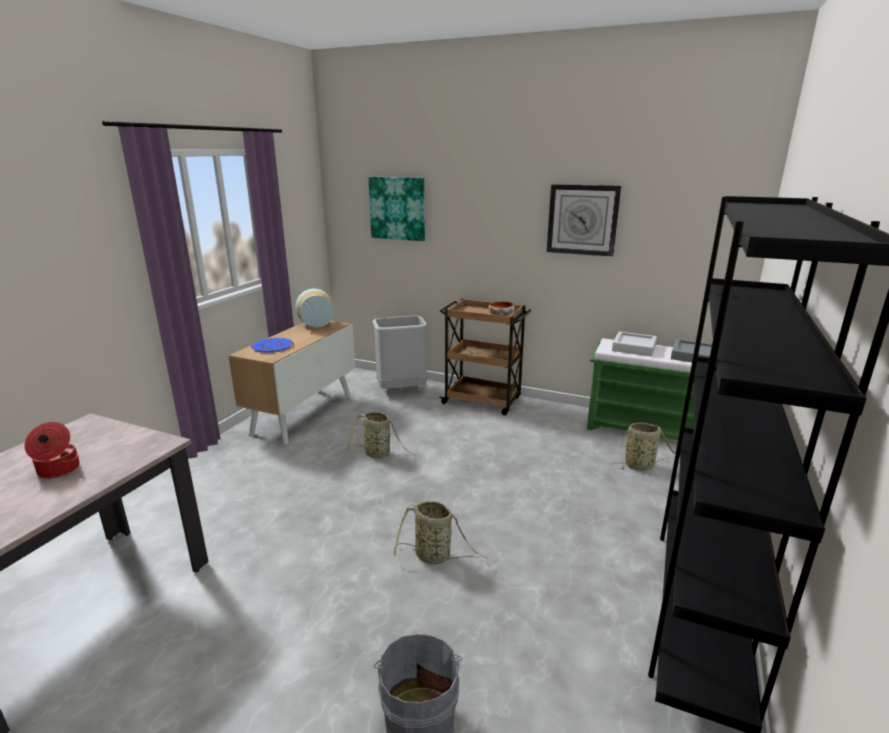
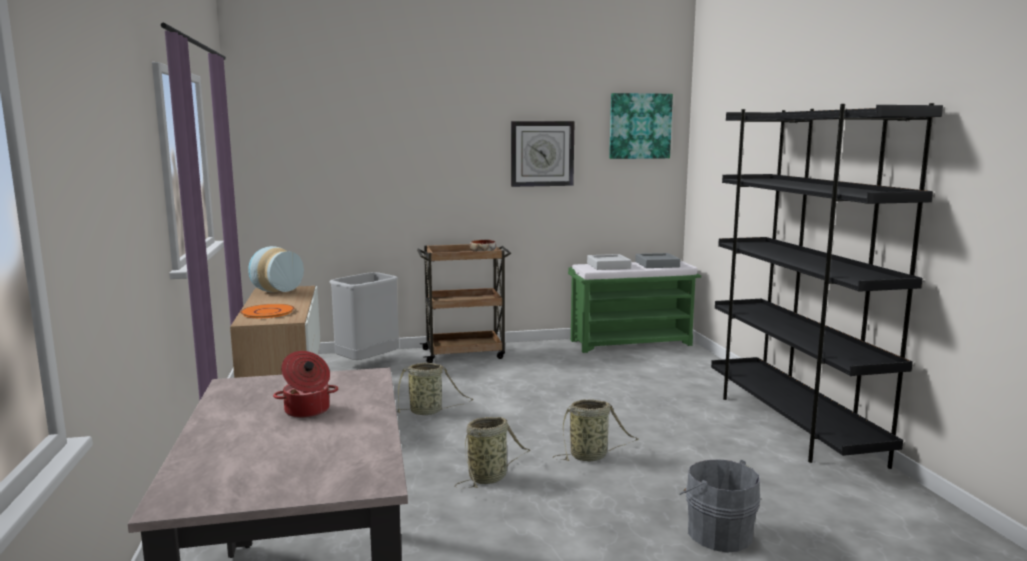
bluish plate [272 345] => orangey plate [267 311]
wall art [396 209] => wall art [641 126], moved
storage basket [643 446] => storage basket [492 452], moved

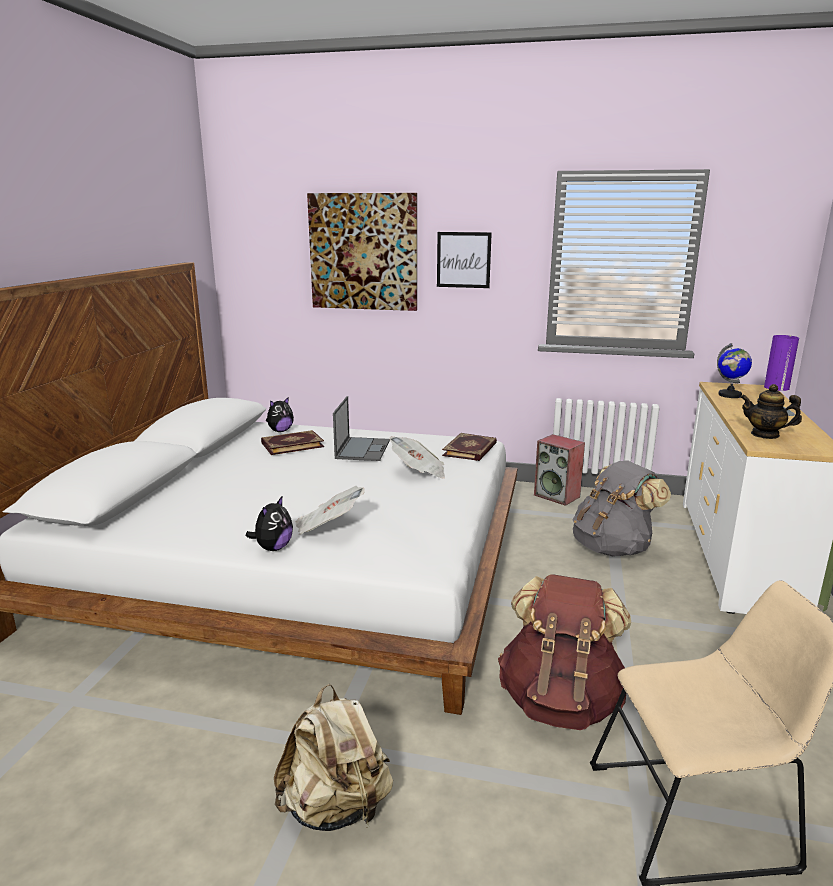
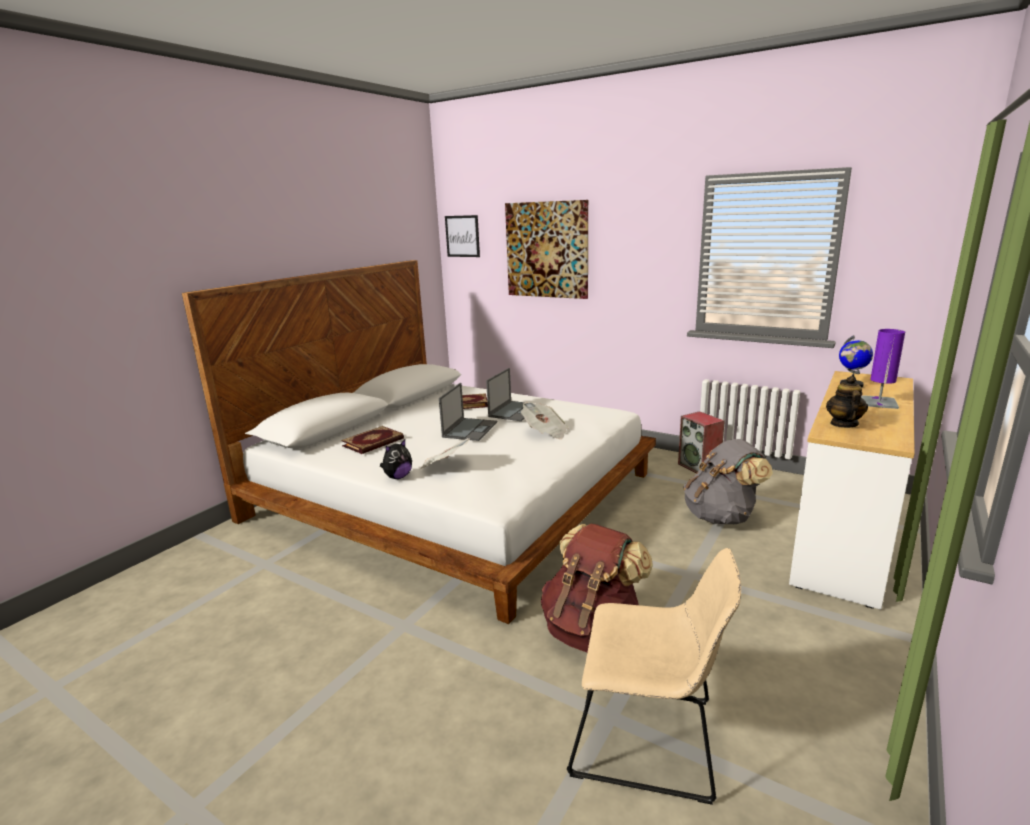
soft toy [280 414] => nothing
beige rucksack [333 757] => nothing
wall art [464 260] => wall art [462 236], moved
bound book [469 447] => bound book [372 440], moved
pot for tea [771 411] => pot for tea [847 402], 60 degrees clockwise
nothing => laptop [468 412]

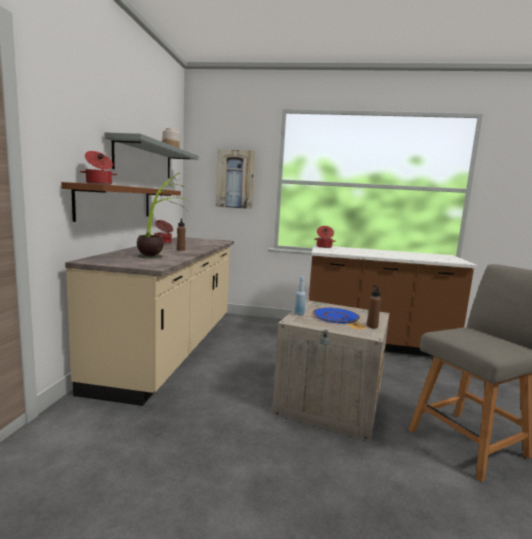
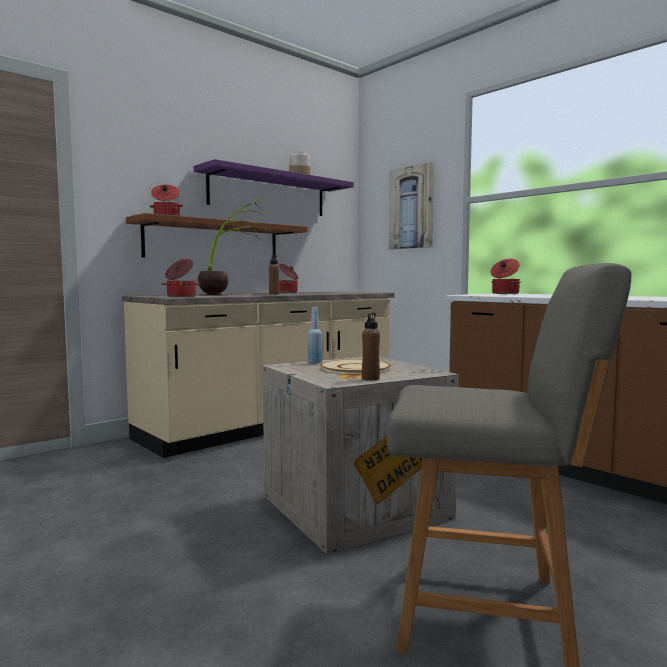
greyish bracket shelf [151 155] => purplish bracket shelf [274 187]
bluish plate [336 316] => beige plate [355 366]
nothing => cooking pot [181 277]

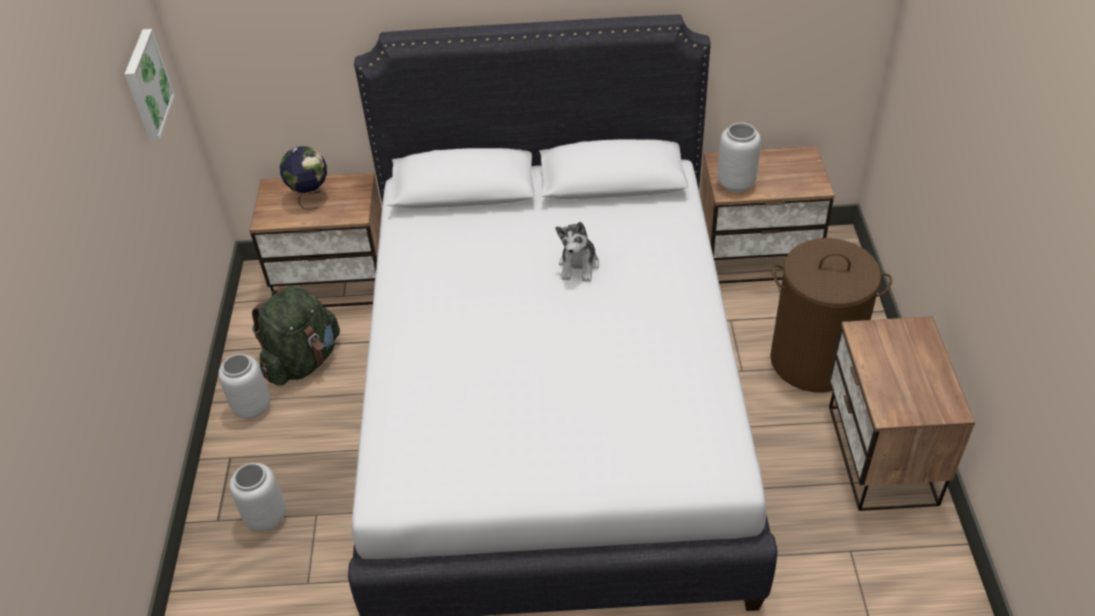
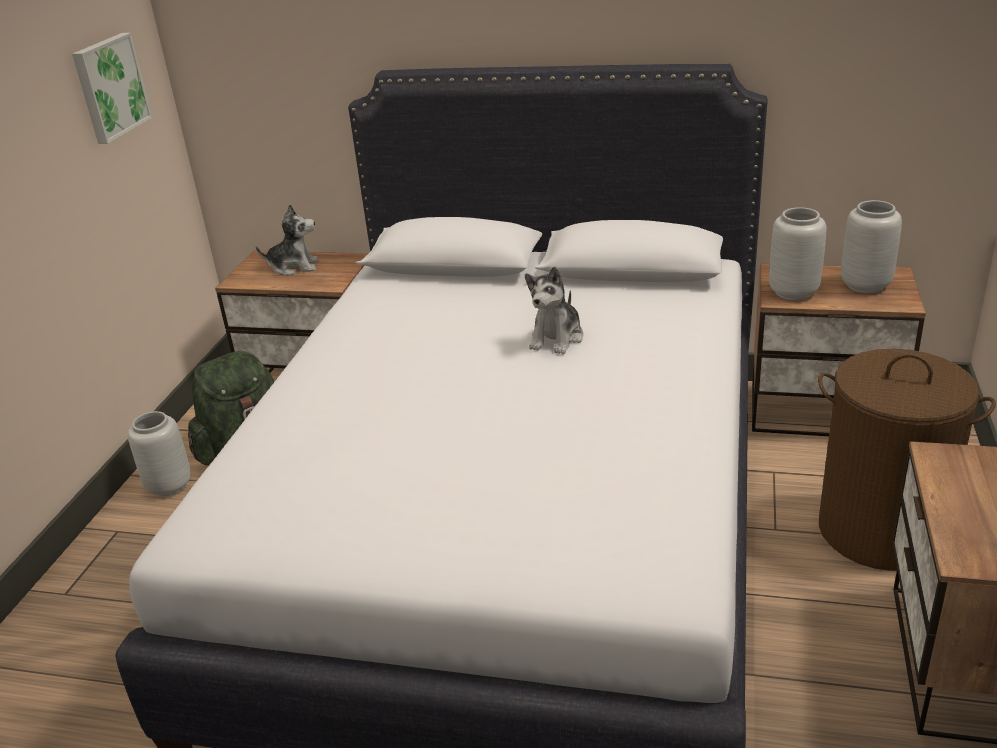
greyish decorative vase [257 497] => greyish decorative vase [871 246], moved
desk globe [303 178] => soft toy [287 240]

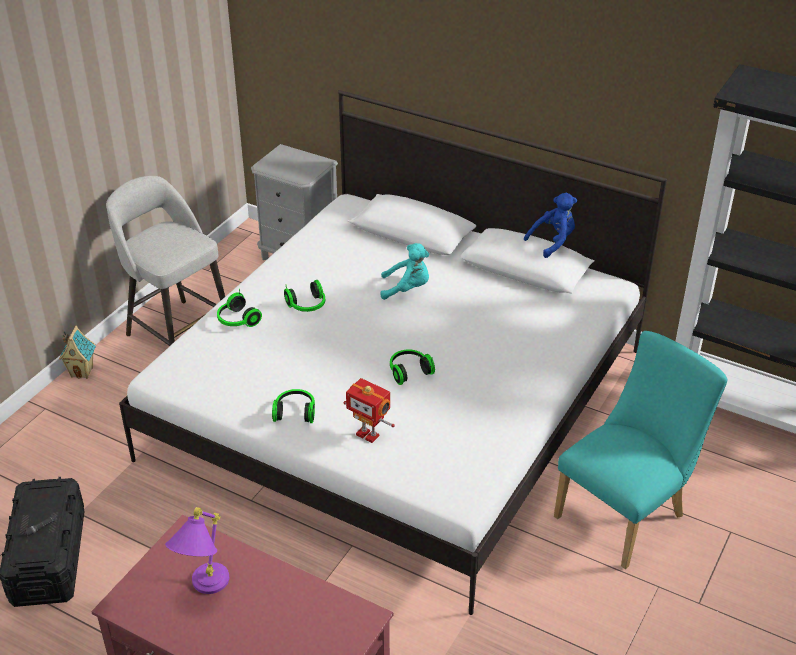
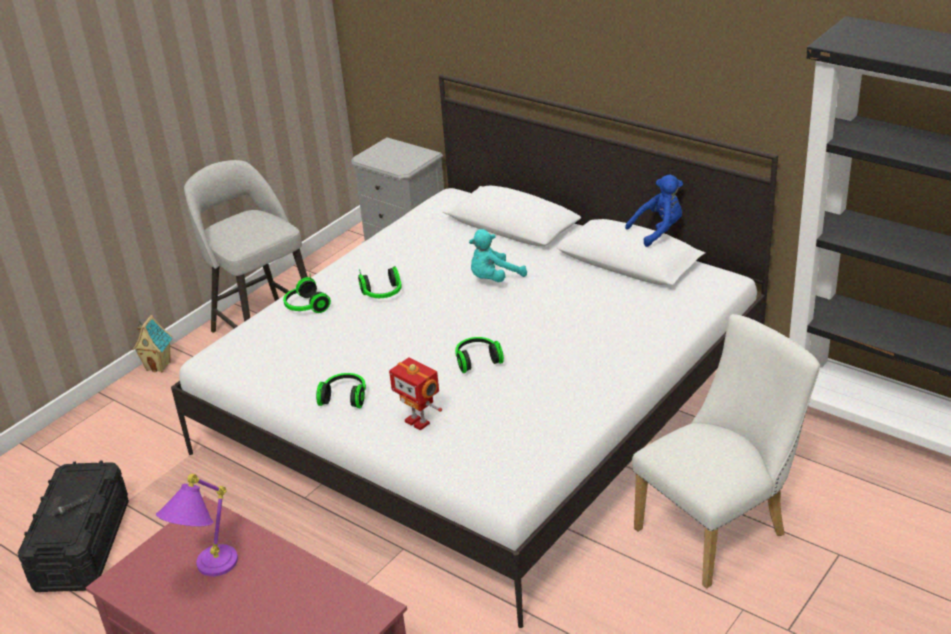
blue-green soft toy [404 271] => blue-green soft toy [498 255], 135 degrees clockwise
blue-green plain chair [640 450] => white plain chair [726 451]

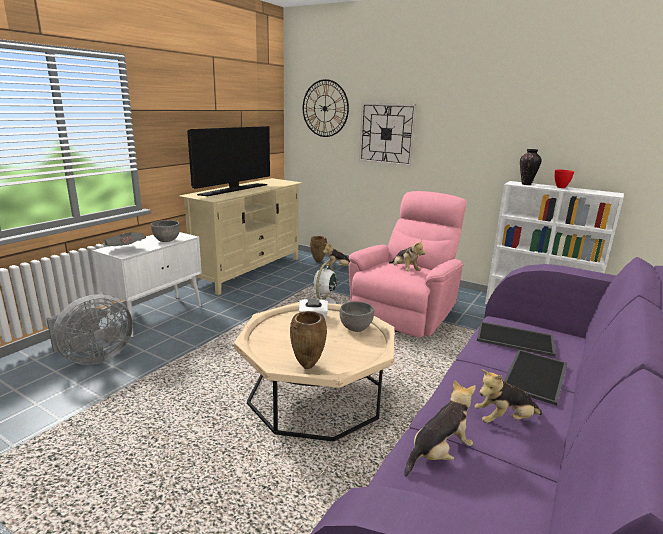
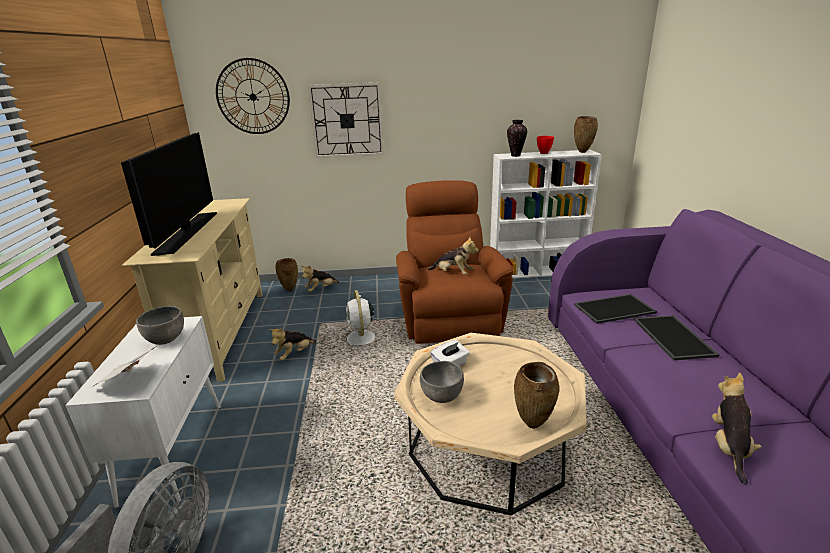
greyish serving bowl [356 316] => greyish serving bowl [442 382], moved
pink-coloured easy chair [408 264] => brown-coloured easy chair [455 262]
soft toy [508 396] => soft toy [292 344], moved
nothing => brown-coloured decorative vase [586 134]

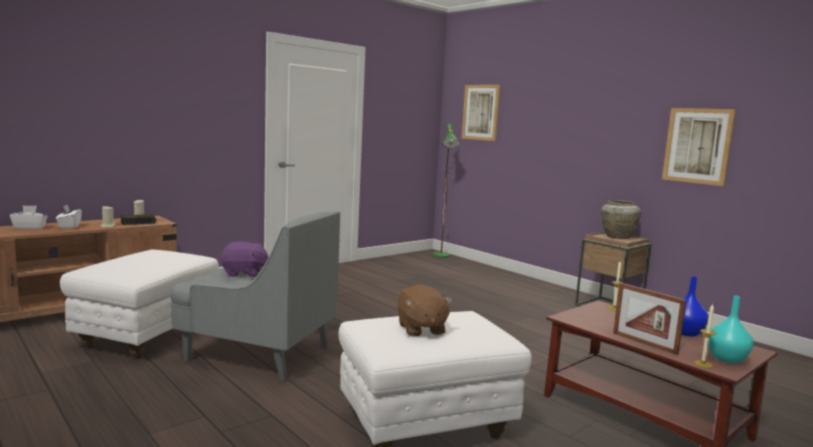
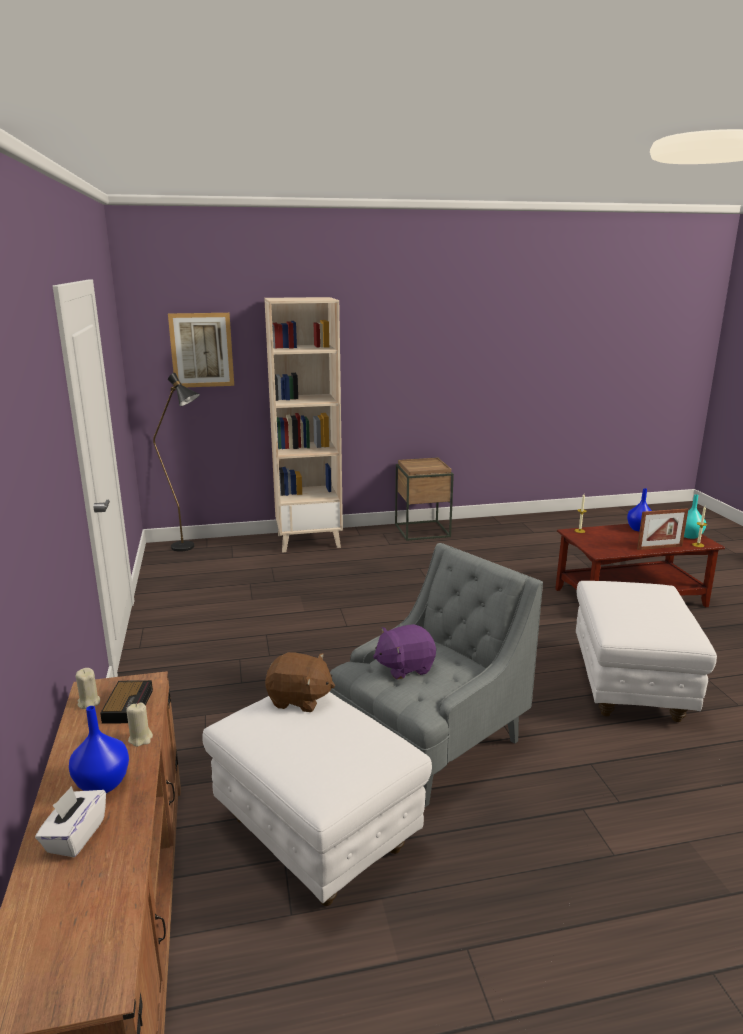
white tissue box [69 217] => bluish decorative vase [99 749]
purplish soft toy [244 259] => purplish soft toy [404 651], 135 degrees counterclockwise
brown-coloured soft toy [425 310] => brown-coloured soft toy [300 682], moved
greenish floor lamp [446 191] => black floor lamp [176 462]
beige decorative vase [621 219] => nothing
wall art [699 147] => nothing
nothing => beige bookcase [303 425]

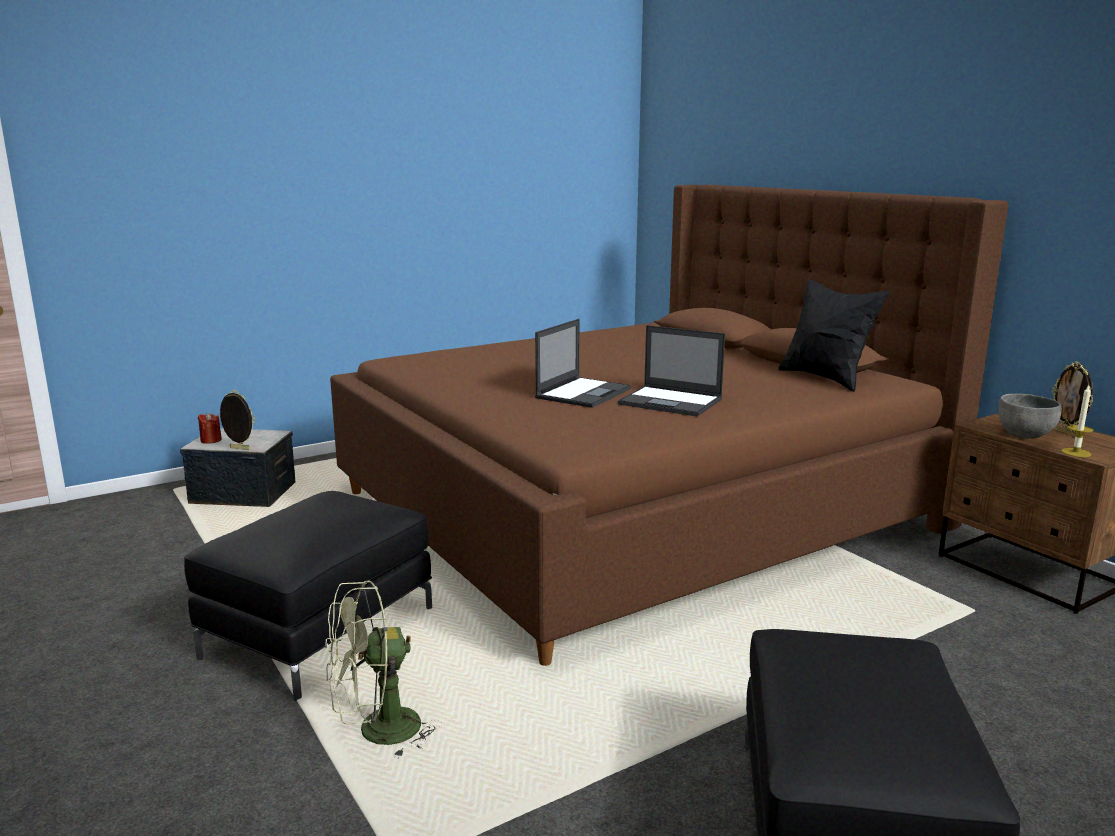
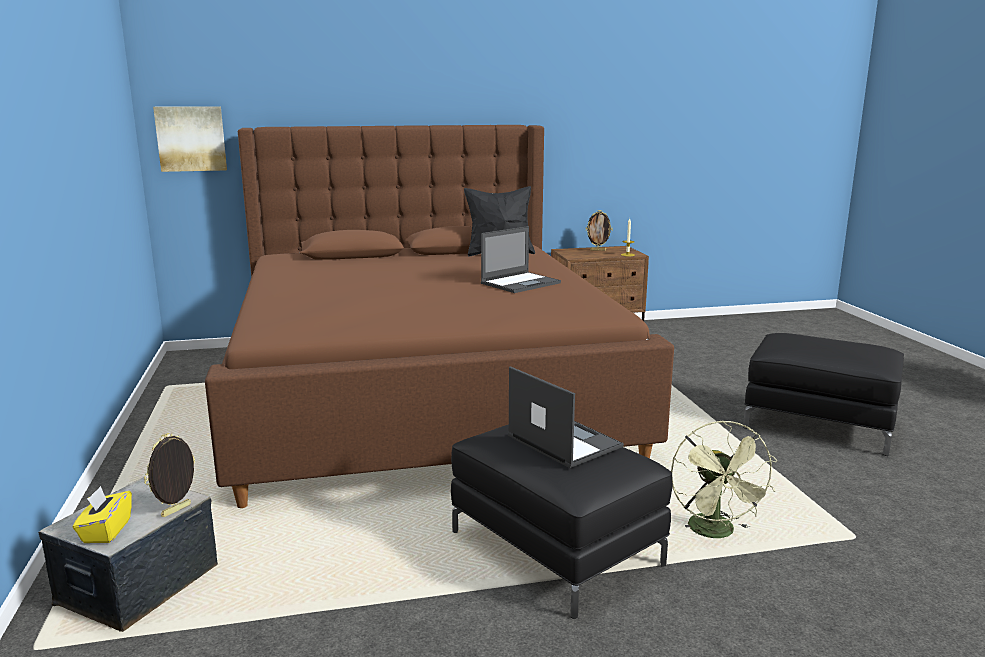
reddish candle [210 428] => yellow-coloured tissue box [102 514]
laptop [583 363] => laptop [566 417], moved
greyish serving bowl [1030 416] => nothing
nothing => wall art [190 139]

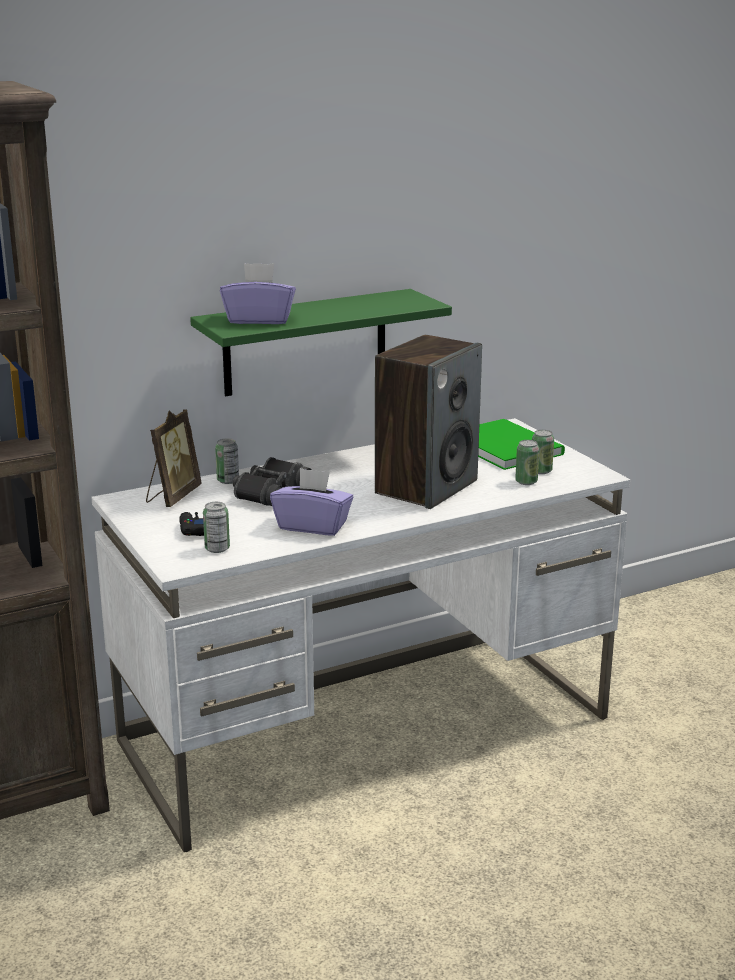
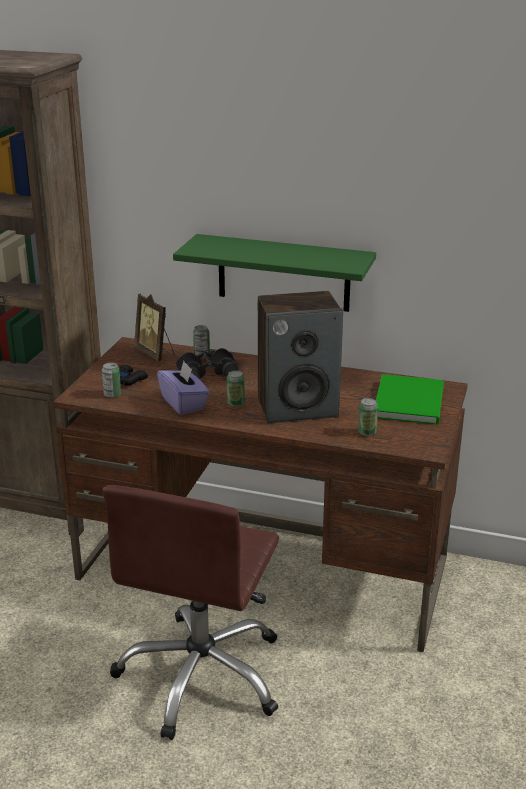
white desk [360 635] => brown-coloured desk [260 494]
picture frame [174 458] => picture frame [154 327], 75 degrees clockwise
purplish tissue box [258 293] => nothing
metal can [543 452] => metal can [236 389], moved
nothing => brown-coloured computer chair [191 612]

